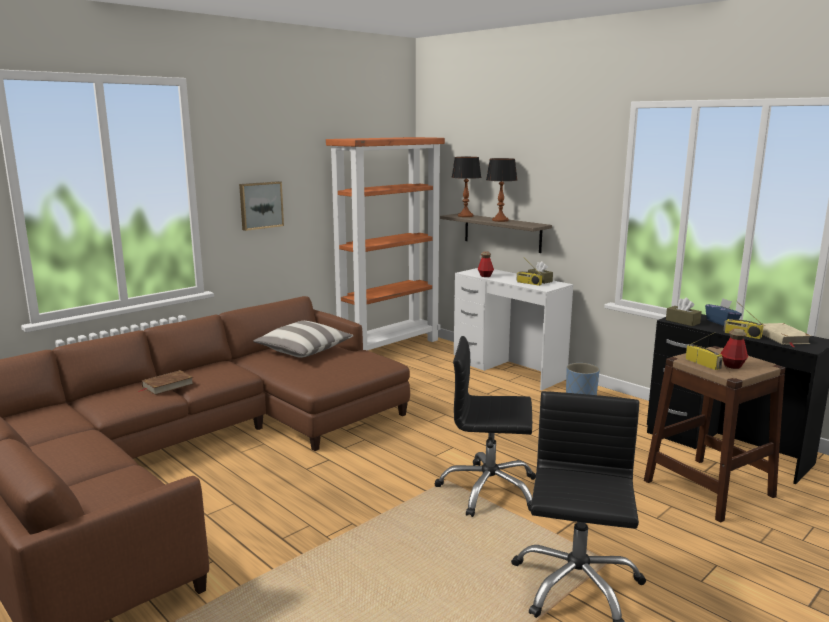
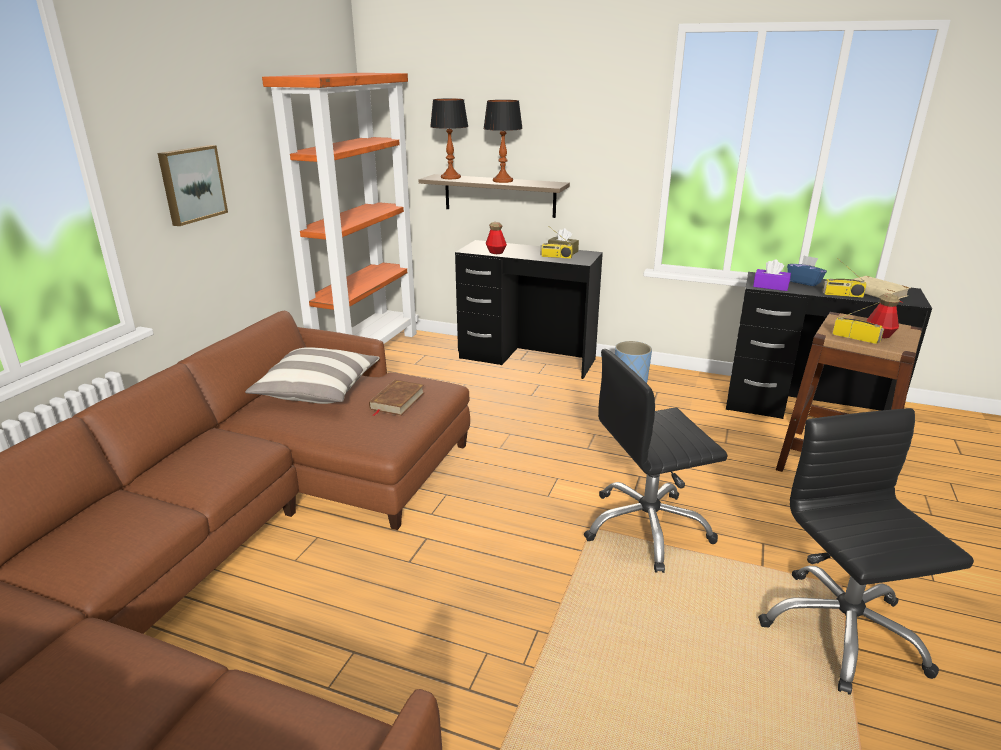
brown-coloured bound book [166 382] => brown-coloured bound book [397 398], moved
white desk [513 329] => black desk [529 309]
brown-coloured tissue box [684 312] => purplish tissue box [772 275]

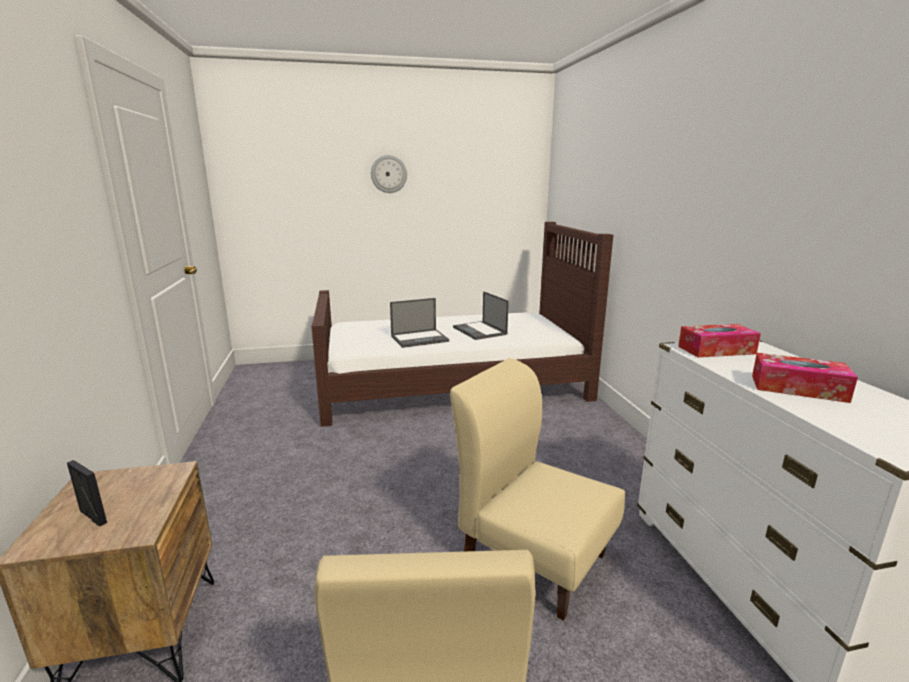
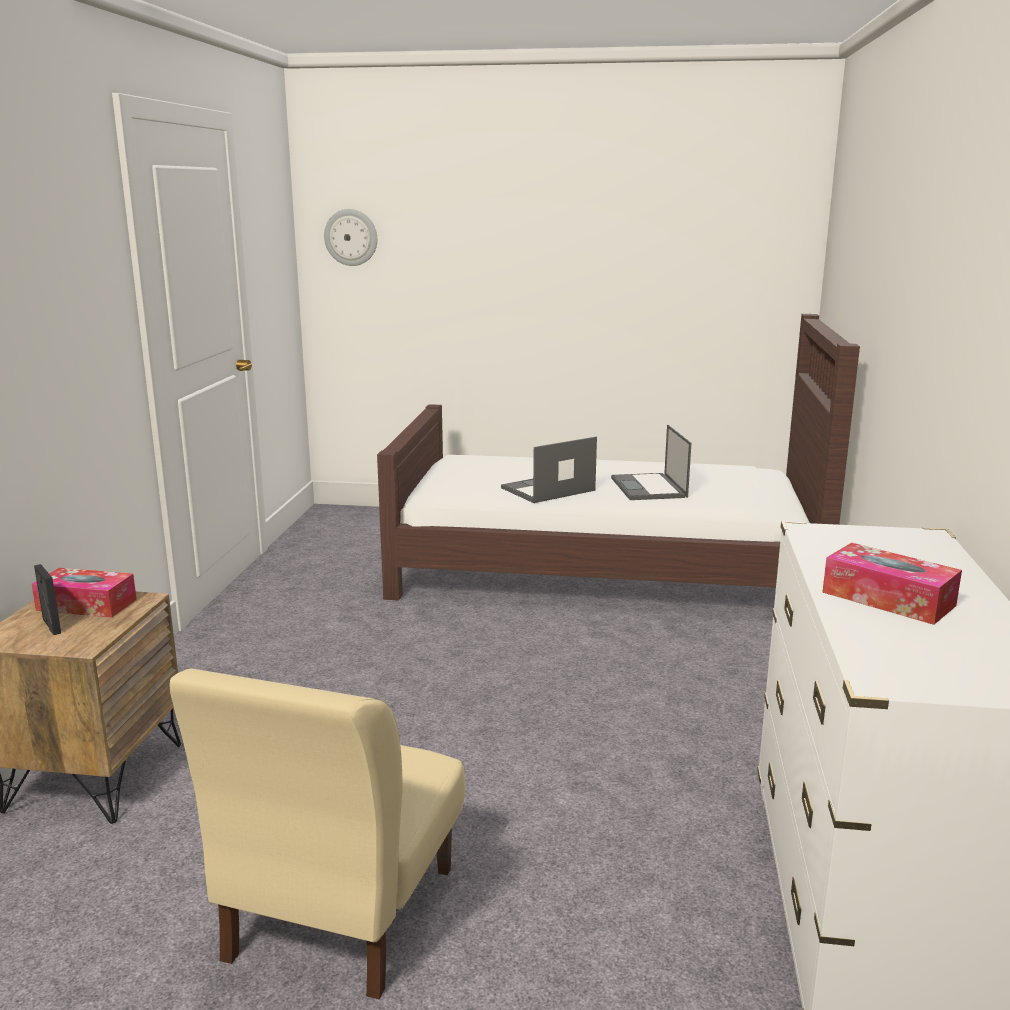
wall clock [389 174] => wall clock [350 237], moved
laptop [419 323] => laptop [549 470], 150 degrees clockwise
beige plain chair [537 489] => nothing
tissue box [719 341] => tissue box [84 593], moved

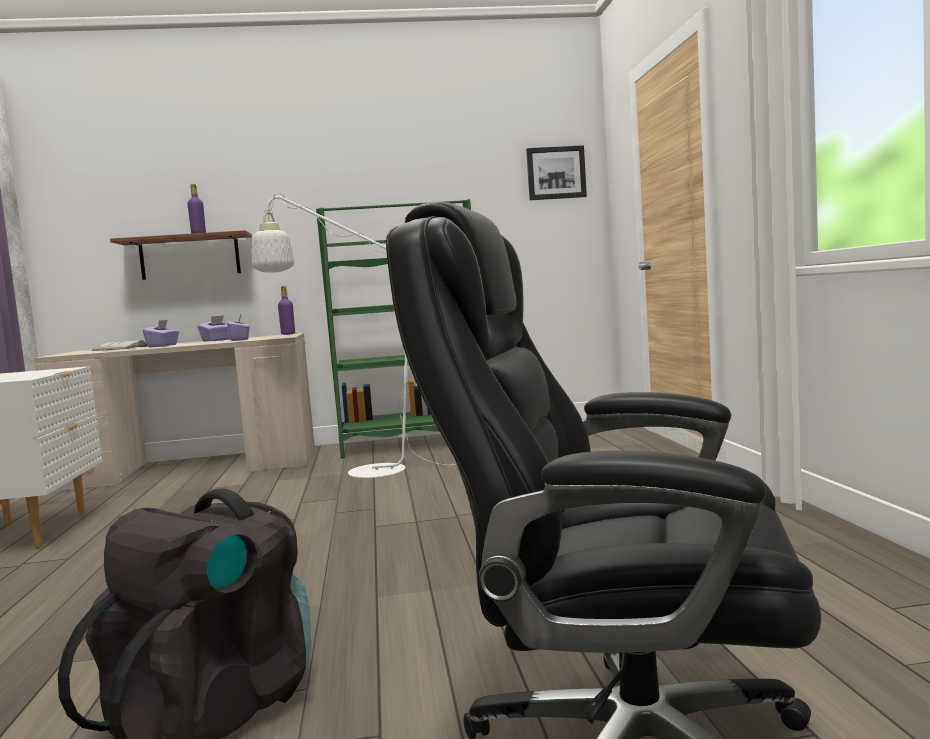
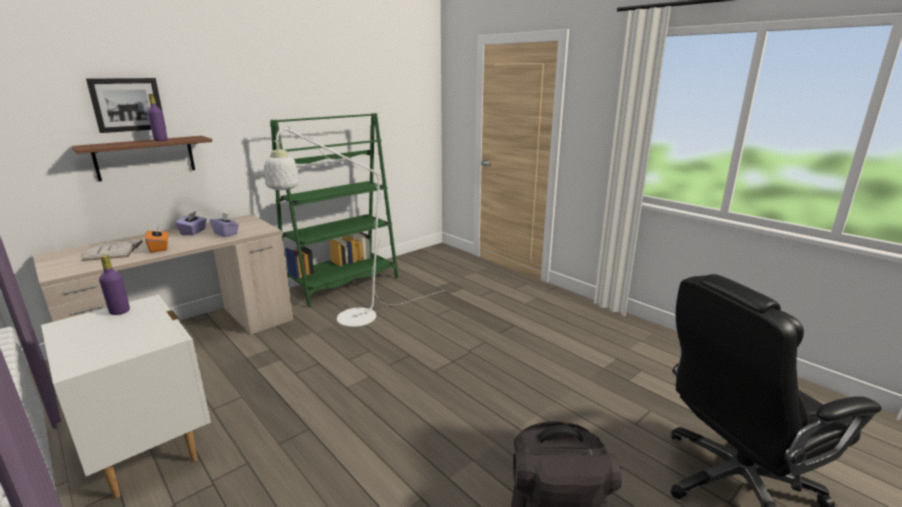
purplish tissue box [161 333] => orangey tissue box [156 239]
purplish beverage bottle [286 310] => purplish beverage bottle [114 285], moved
wall art [556 172] => wall art [126 105], moved

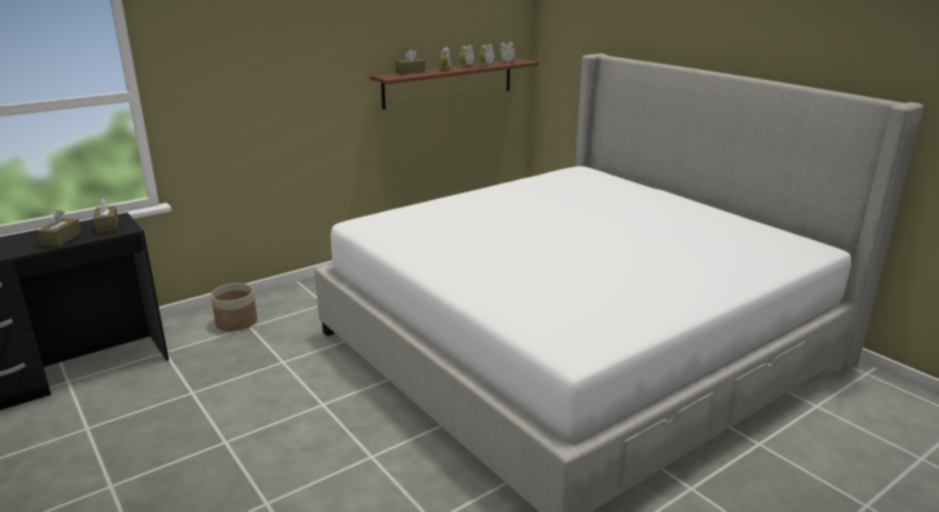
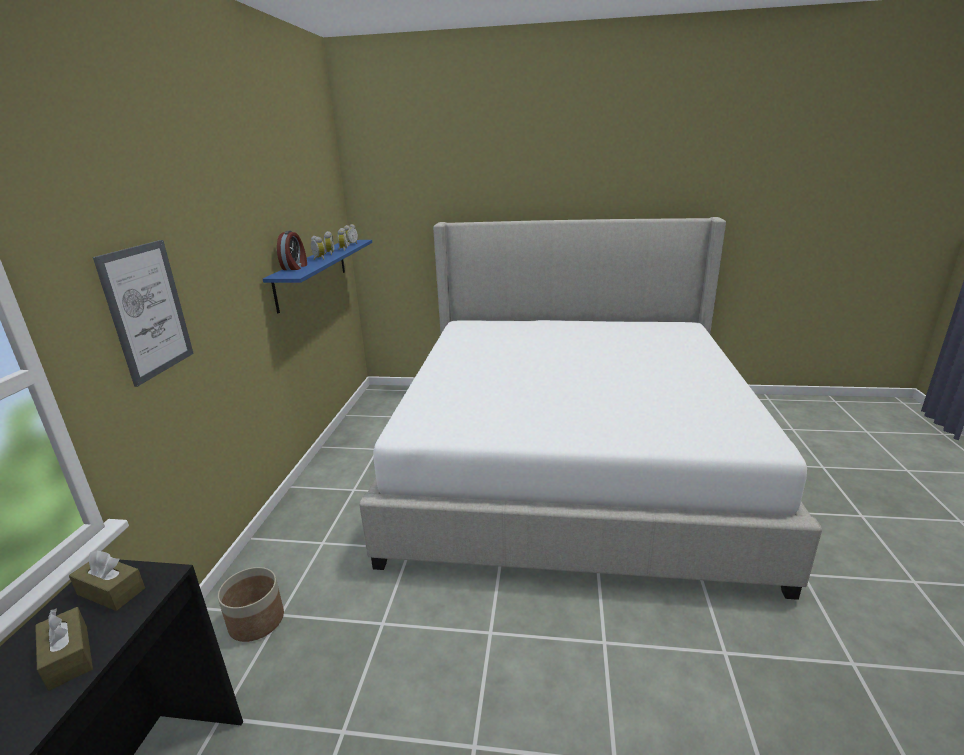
brown-coloured bracket shelf [453 83] => bluish bracket shelf [317 277]
brown-coloured tissue box [410 62] => alarm clock [292 250]
nothing => wall art [143 313]

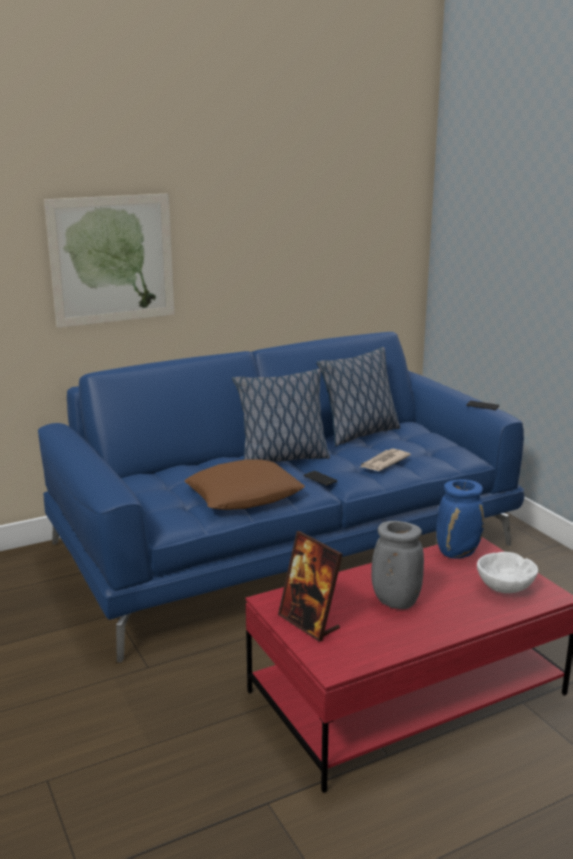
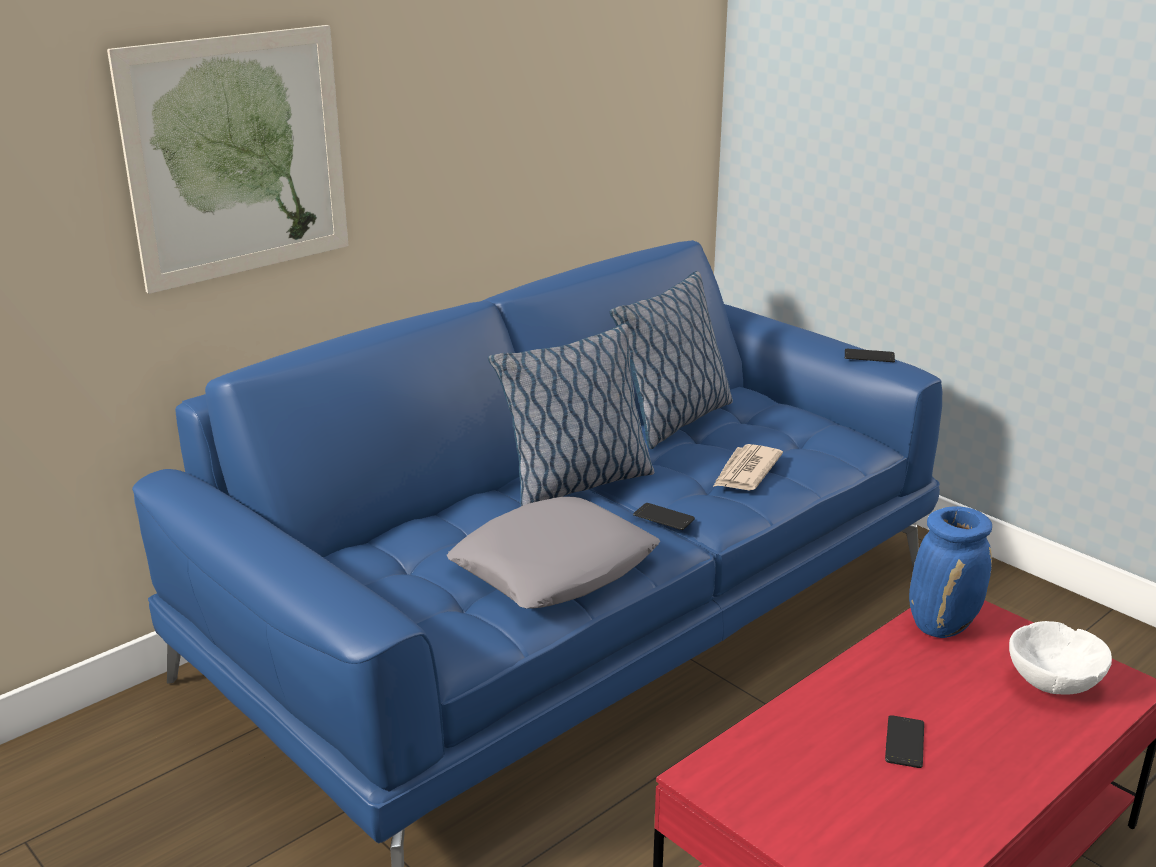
brown-coloured throw pillow [245 484] => greyish throw pillow [553 553]
picture frame [310 586] => nothing
greyish decorative vase [397 565] => telephone [904 741]

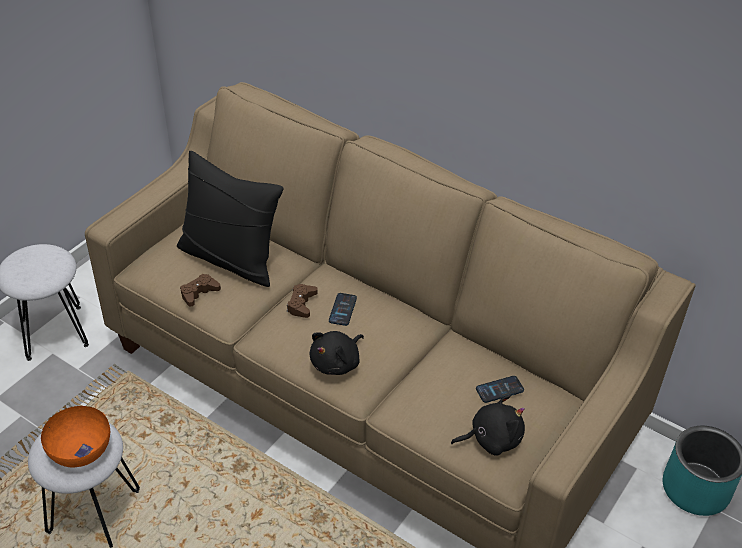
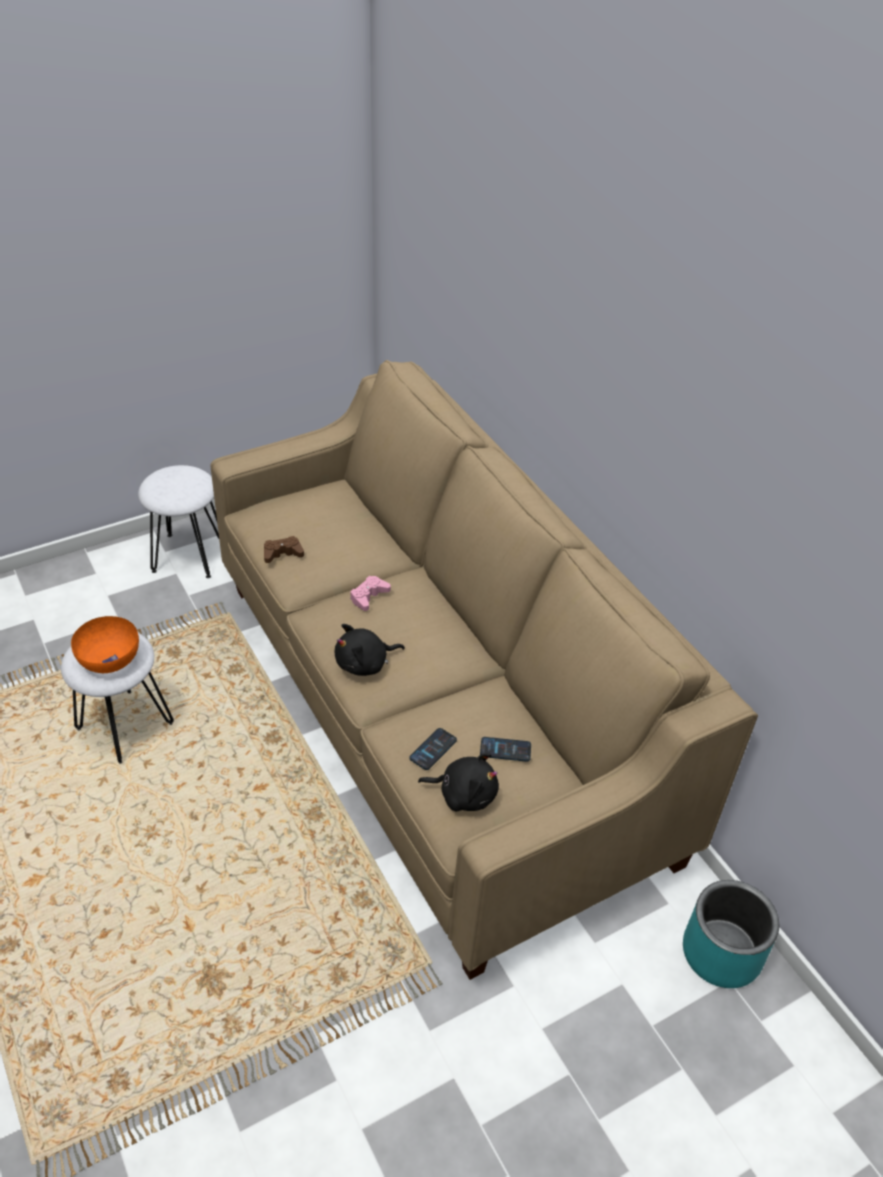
black throw pillow [230 219] => nothing
brown-coloured joypad [302 301] => pink-coloured joypad [370 593]
telephone [343 309] => telephone [433 749], moved

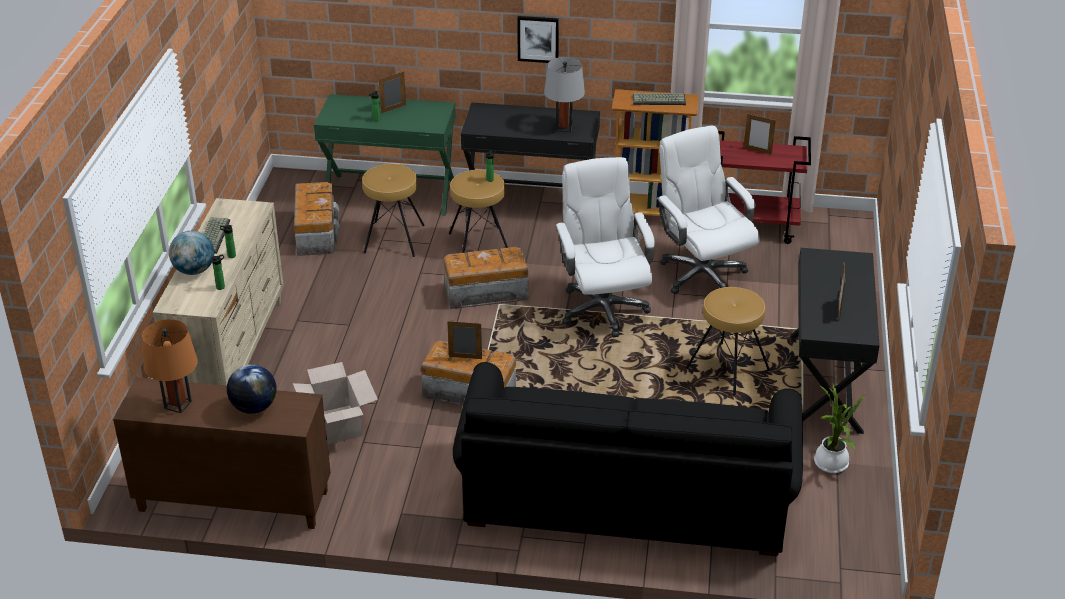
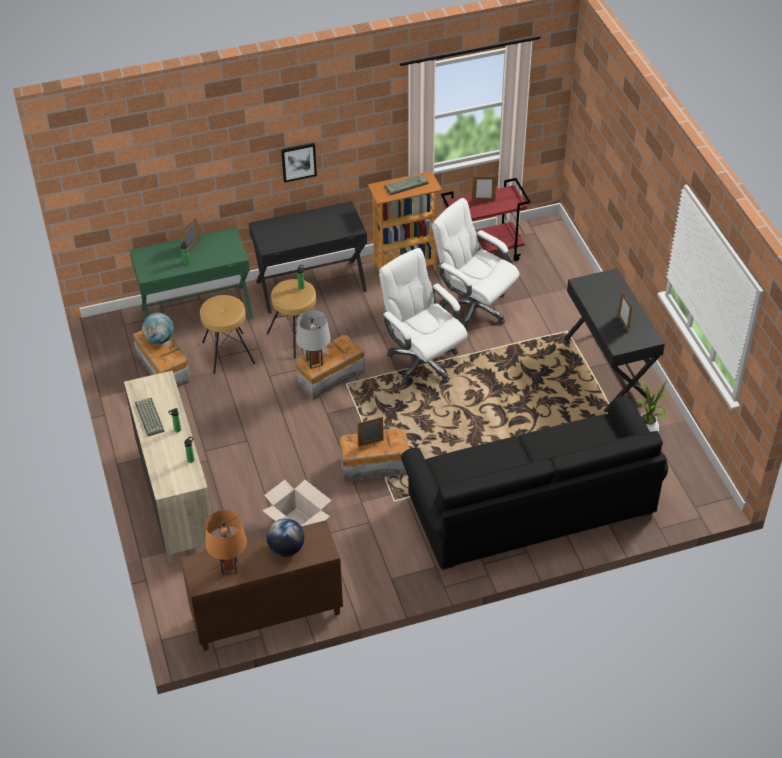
desk globe [191 253] => desk globe [158 328], moved
greyish table lamp [564 94] => greyish table lamp [313 339], moved
brown-coloured stool seat [728 341] => nothing

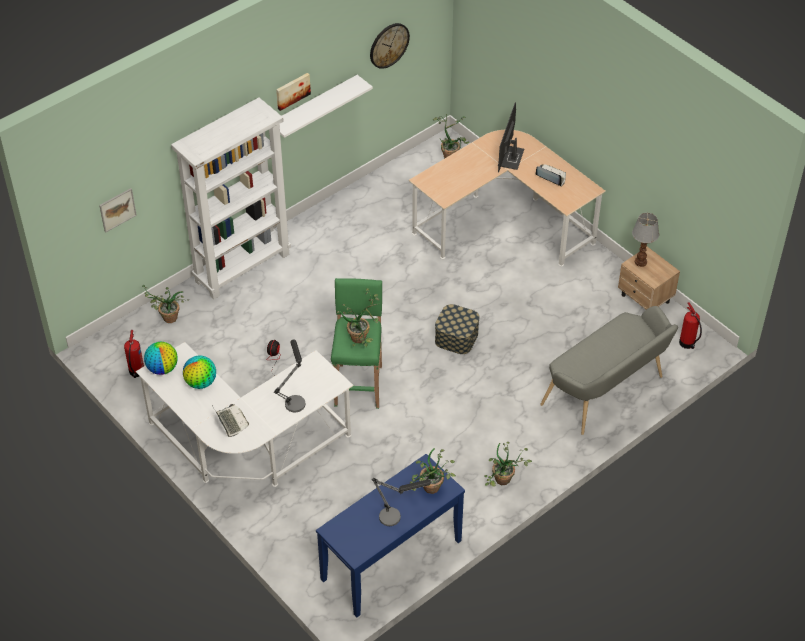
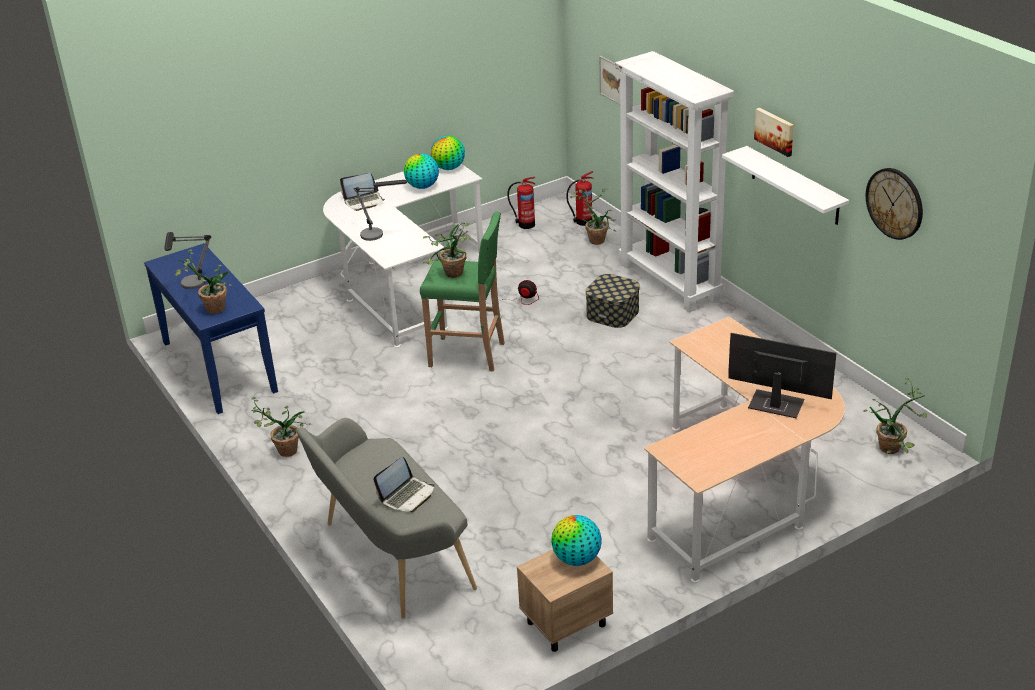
storage bin [457 329] => storage bin [612 301], moved
laptop [551 175] => laptop [403 485], moved
table lamp [645 240] => desk globe [576 540]
fire extinguisher [690 325] => fire extinguisher [580 198], moved

